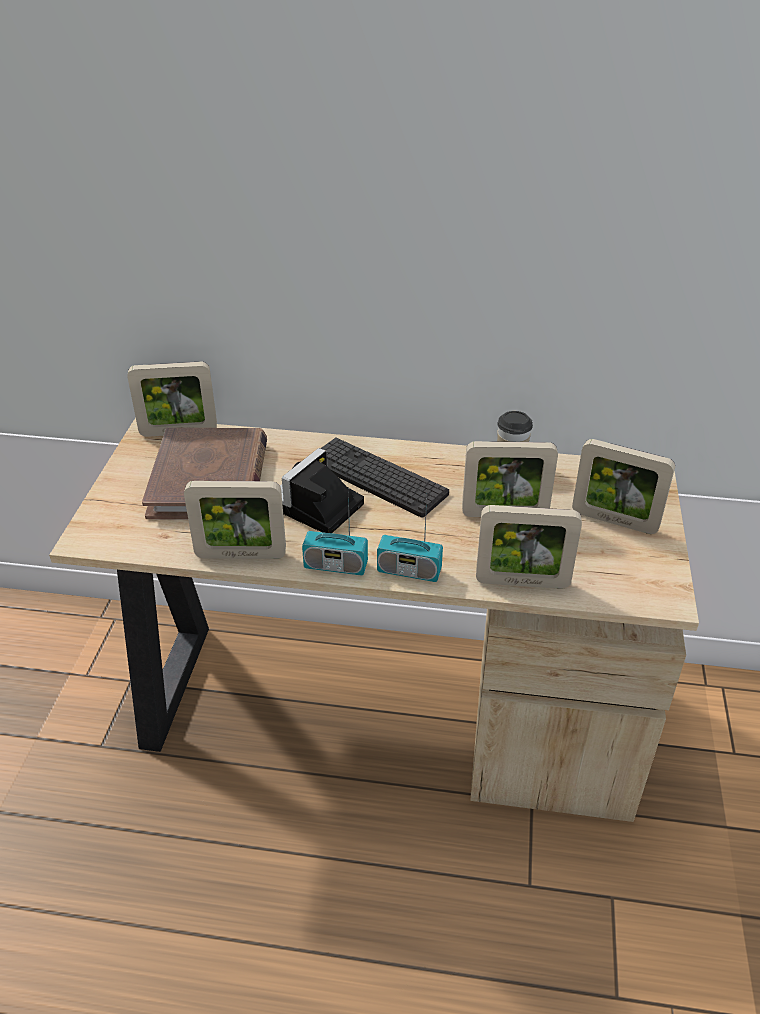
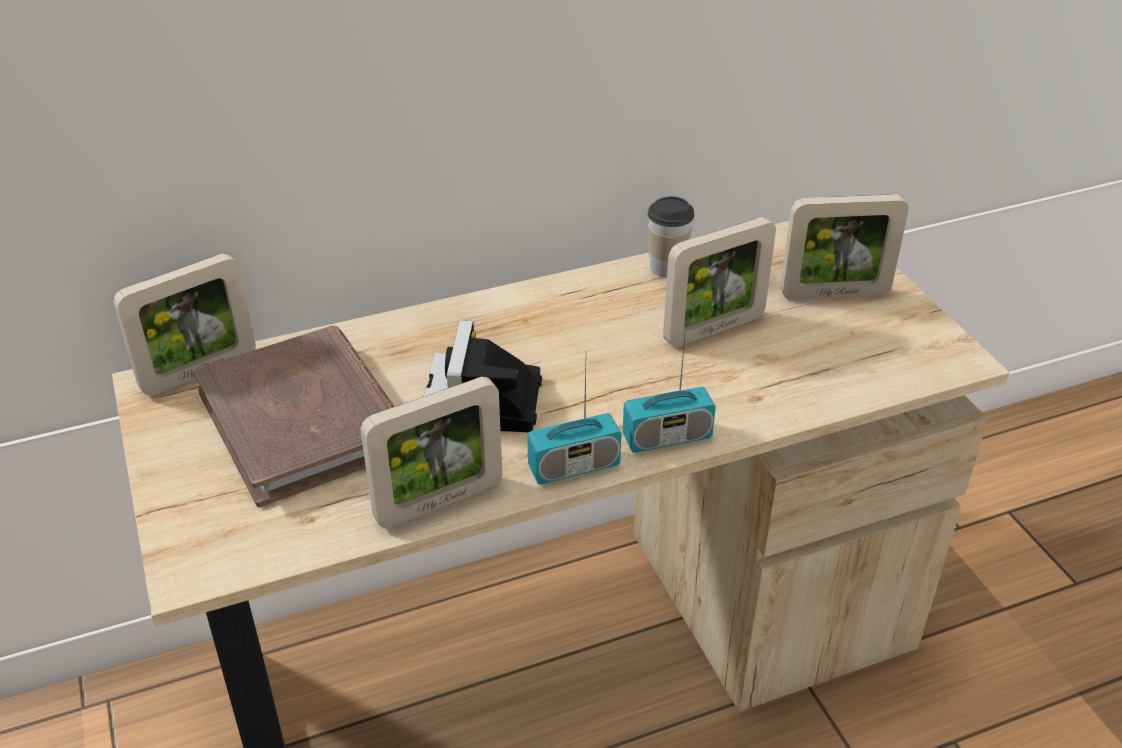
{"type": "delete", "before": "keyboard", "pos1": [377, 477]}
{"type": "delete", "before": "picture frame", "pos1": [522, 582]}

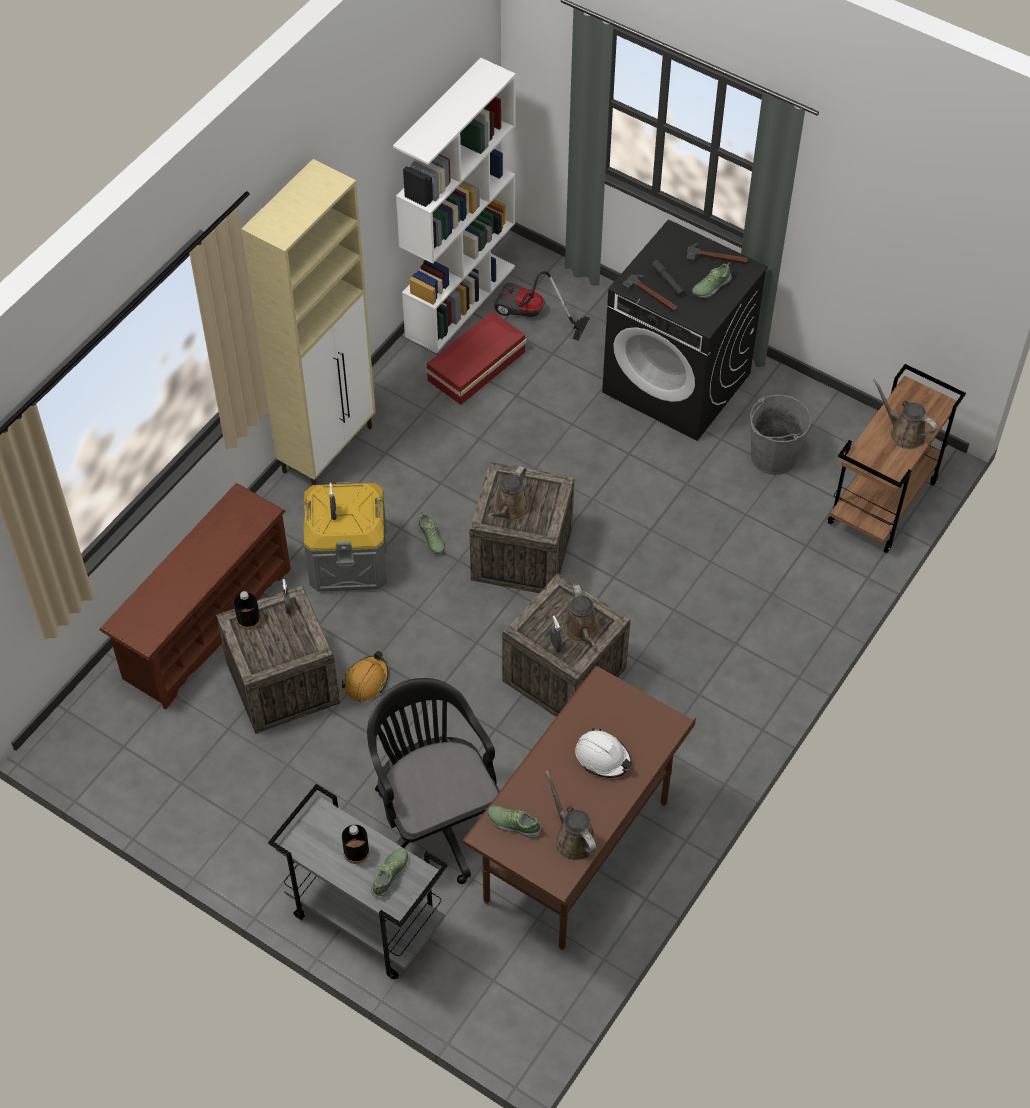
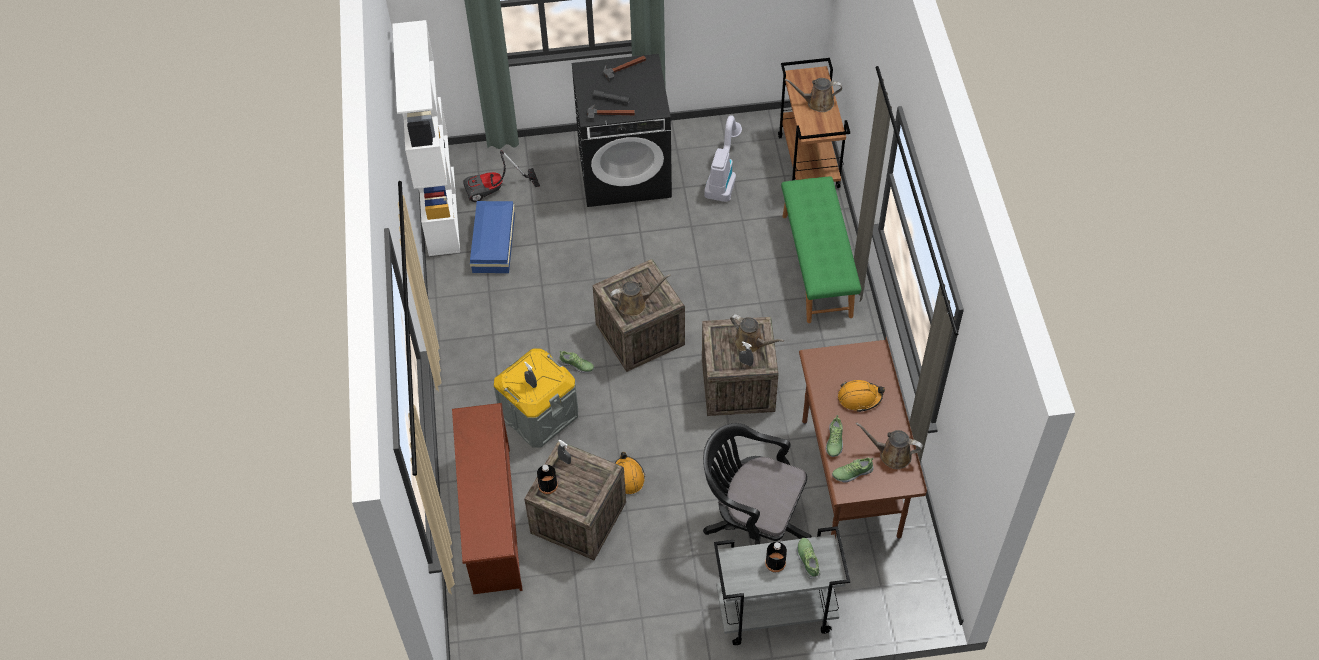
{"type": "recolor", "before": "storage box (red)", "after": "storage box (blue)", "pos1": [474, 366], "pos2": [492, 244]}
{"type": "rotate", "before": "watering can (brown)", "pos1": [510, 509], "pos2": [635, 304], "turn": -90}
{"type": "replace", "before": "bucket (grey)", "after": "vacuum cleaner", "pos1": [773, 456], "pos2": [723, 176]}
{"type": "insert", "after": "bench (green)", "pos2": [817, 265]}
{"type": "move", "before": "shoe", "pos1": [710, 286], "pos2": [834, 441]}
{"type": "recolor", "before": "hard hat (white)", "after": "hard hat (orange)", "pos1": [603, 757], "pos2": [859, 398]}
{"type": "delete", "before": "cabinet (beige)", "pos1": [328, 448]}

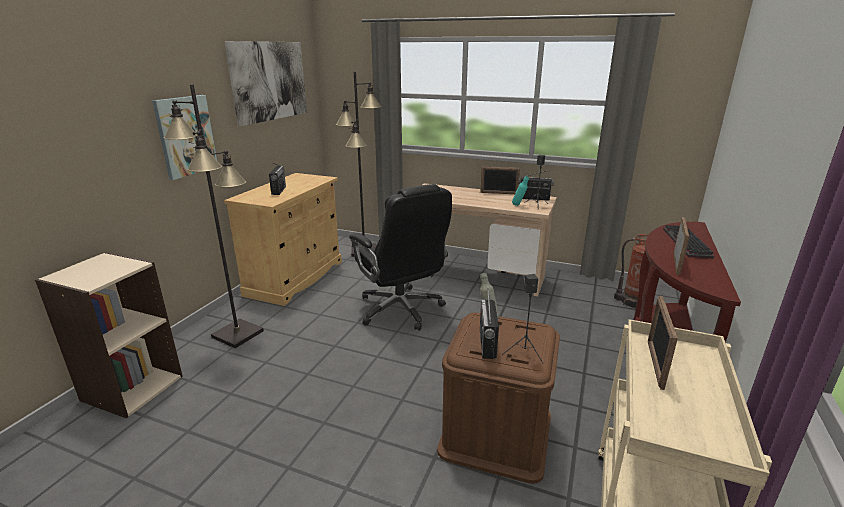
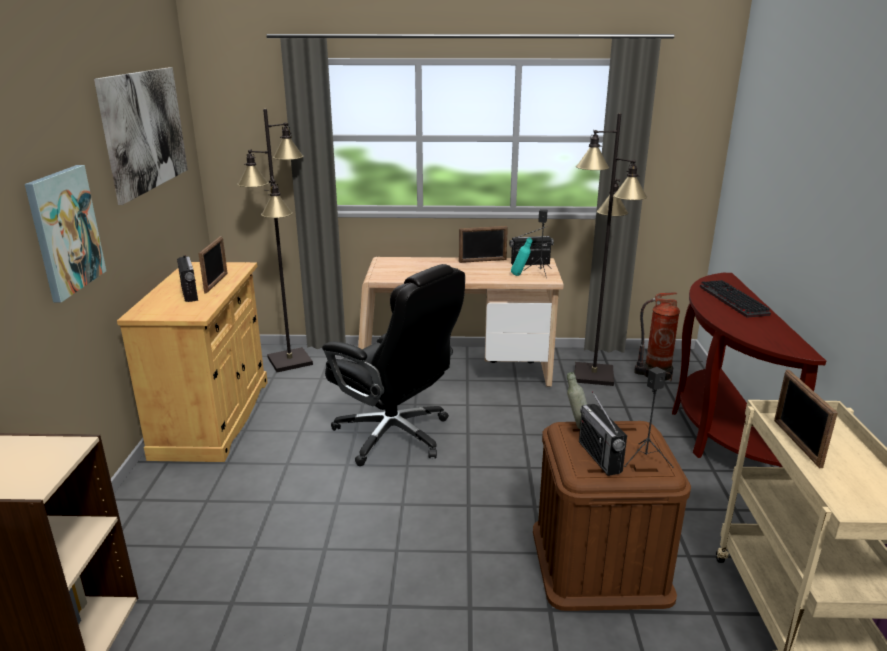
{"type": "move", "before": "picture frame", "pos1": [676, 263], "pos2": [216, 283]}
{"type": "move", "before": "floor lamp (black)", "pos1": [238, 334], "pos2": [593, 375]}

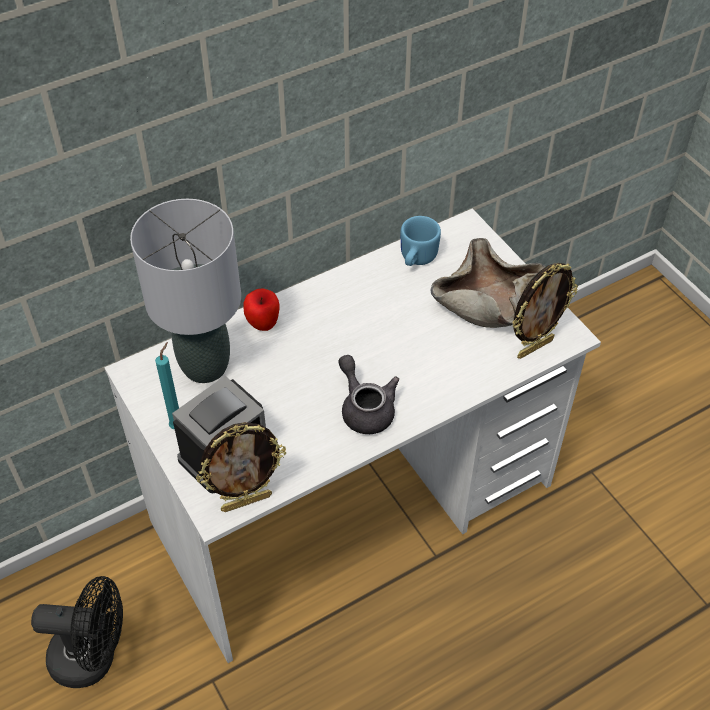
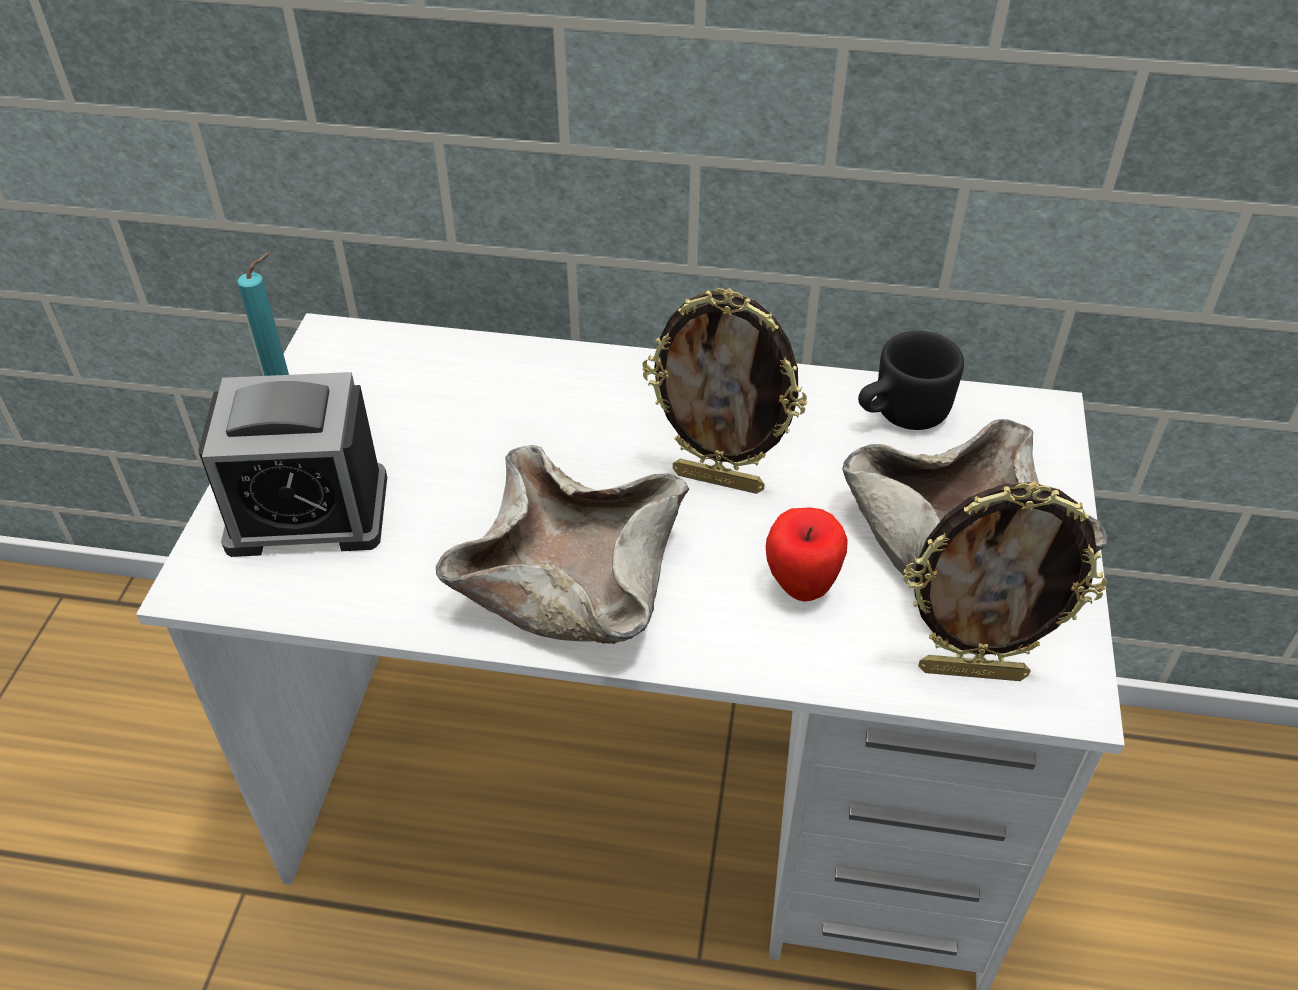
{"type": "replace", "before": "teapot (grey)", "after": "bowl (beige)", "pos1": [365, 408], "pos2": [573, 581]}
{"type": "move", "before": "picture frame", "pos1": [246, 501], "pos2": [719, 480]}
{"type": "move", "before": "apple", "pos1": [263, 325], "pos2": [801, 588]}
{"type": "recolor", "before": "mug (blue)", "after": "mug (black)", "pos1": [416, 259], "pos2": [899, 414]}
{"type": "delete", "before": "fan (black)", "pos1": [93, 657]}
{"type": "delete", "before": "table lamp (grey)", "pos1": [204, 366]}

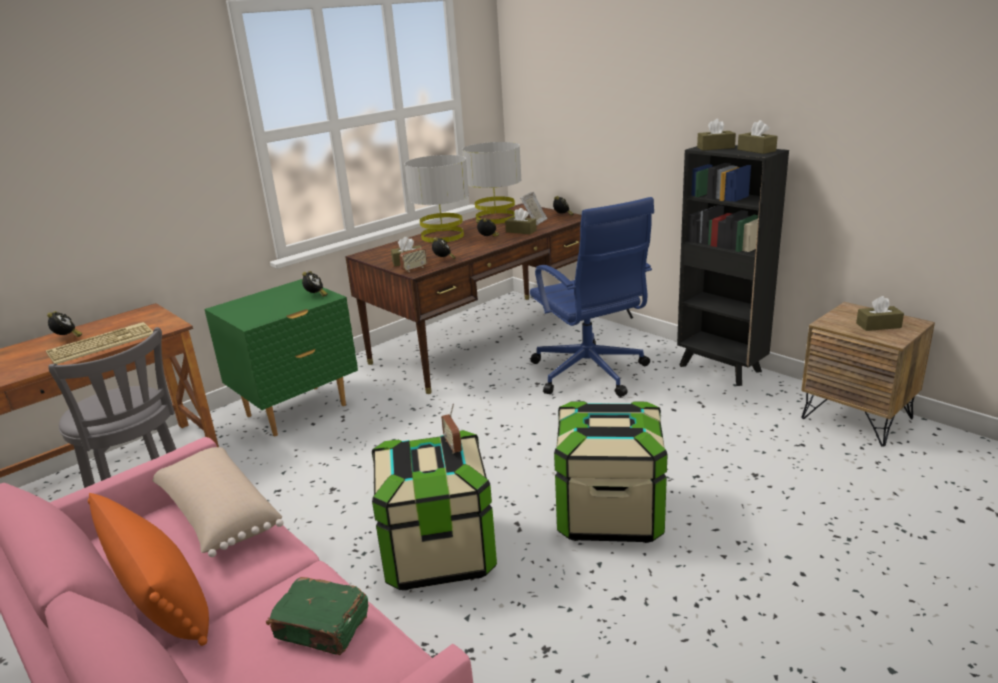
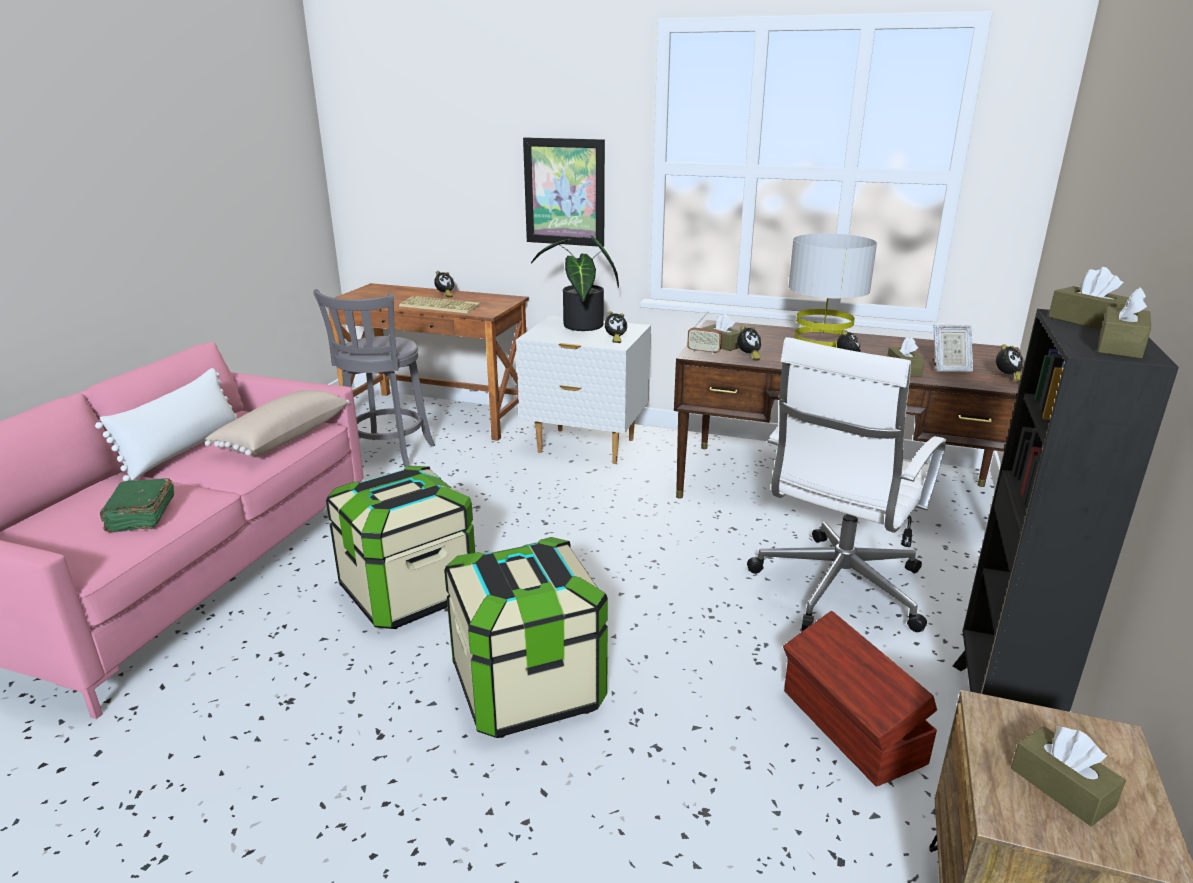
{"type": "recolor", "before": "pillow (orange)", "after": "pillow (white)", "pos1": [159, 594], "pos2": [183, 450]}
{"type": "recolor", "before": "nightstand (green)", "after": "nightstand (white)", "pos1": [297, 411], "pos2": [586, 446]}
{"type": "insert", "after": "picture", "pos2": [564, 192]}
{"type": "insert", "after": "potted plant", "pos2": [580, 327]}
{"type": "recolor", "before": "office chair (blue)", "after": "office chair (white)", "pos1": [590, 374], "pos2": [836, 589]}
{"type": "insert", "after": "storage box (brown)", "pos2": [851, 727]}
{"type": "delete", "before": "radio", "pos1": [453, 446]}
{"type": "delete", "before": "table lamp (grey)", "pos1": [495, 218]}

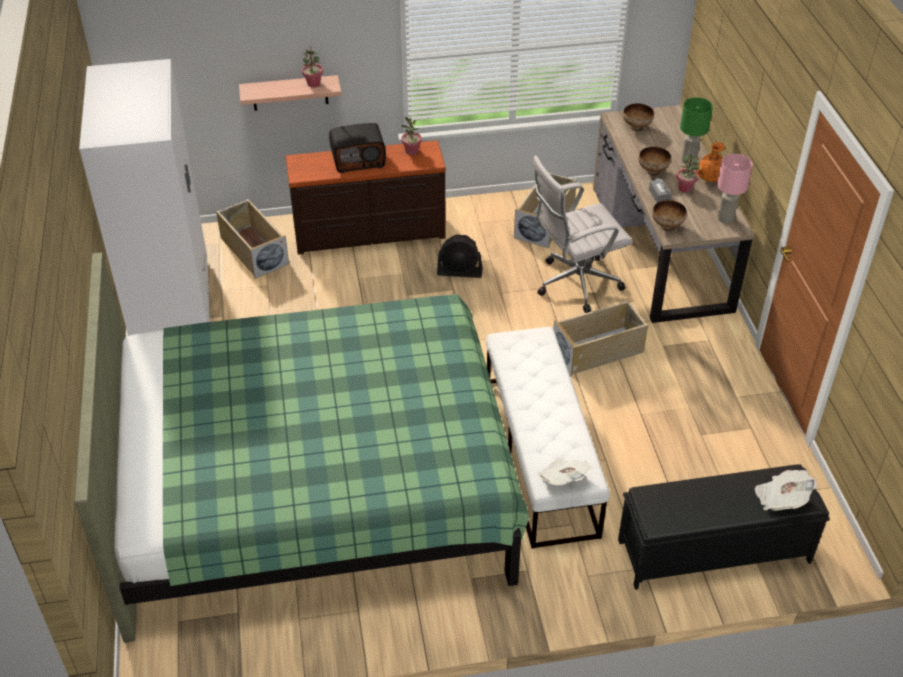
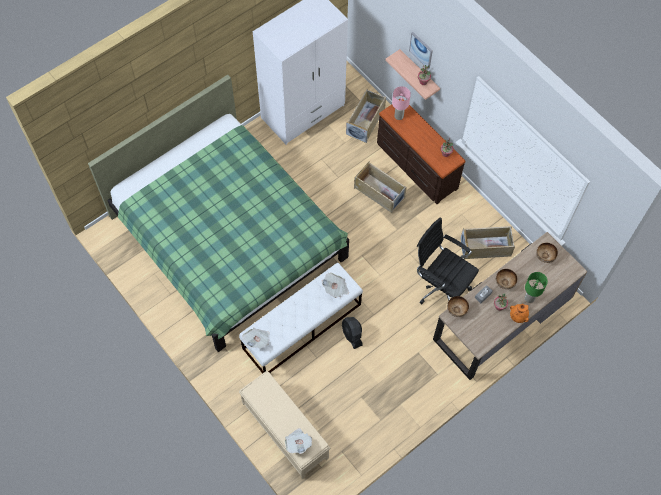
{"type": "recolor", "before": "bench (black)", "after": "bench (beige)", "pos1": [712, 551], "pos2": [284, 430]}
{"type": "insert", "after": "newspaper", "pos2": [335, 289]}
{"type": "move", "before": "fan (black)", "pos1": [460, 272], "pos2": [352, 335]}
{"type": "move", "before": "storage box (beige)", "pos1": [598, 351], "pos2": [380, 193]}
{"type": "move", "before": "table lamp (pink)", "pos1": [725, 218], "pos2": [399, 116]}
{"type": "insert", "after": "picture", "pos2": [421, 50]}
{"type": "recolor", "before": "office chair (white)", "after": "office chair (black)", "pos1": [574, 284], "pos2": [440, 286]}
{"type": "delete", "before": "radio", "pos1": [358, 160]}

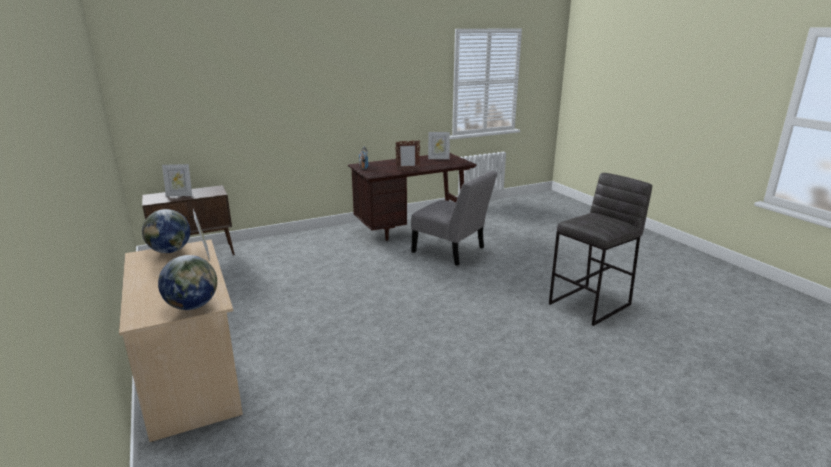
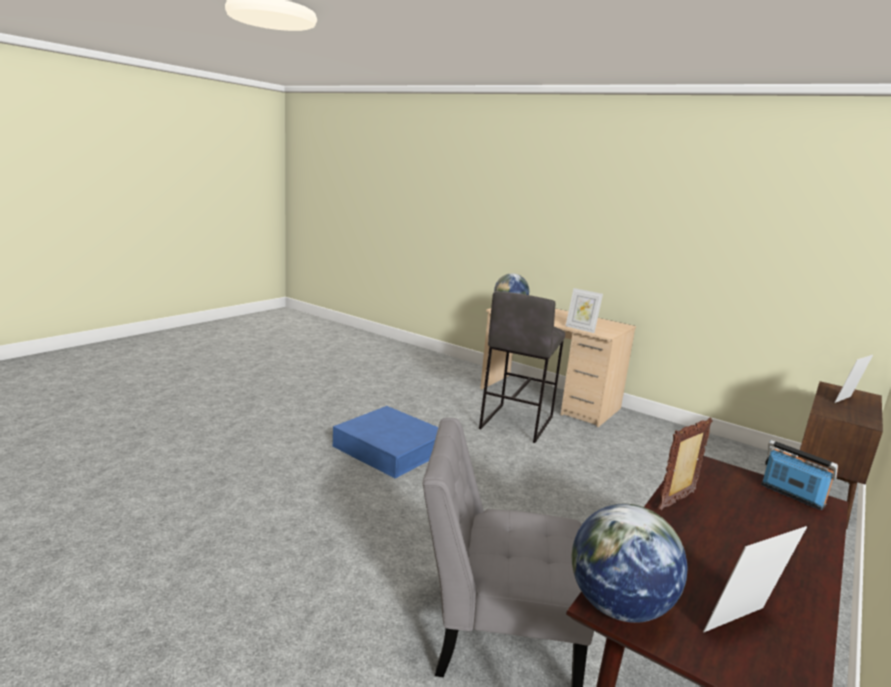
{"type": "insert", "after": "storage box (blue)", "pos2": [390, 448]}
{"type": "move", "before": "stool (grey)", "pos1": [591, 304], "pos2": [515, 422]}
{"type": "move", "before": "globe", "pos1": [170, 251], "pos2": [618, 606]}

